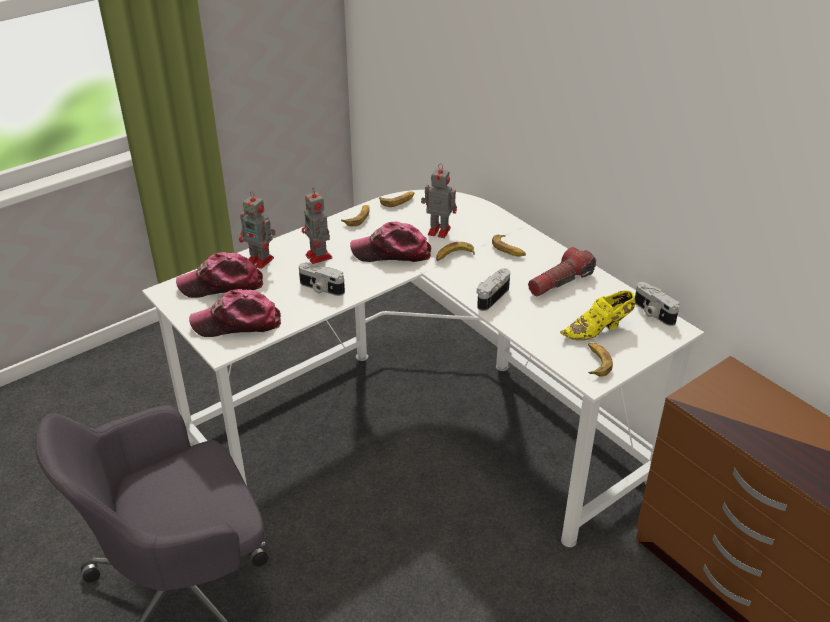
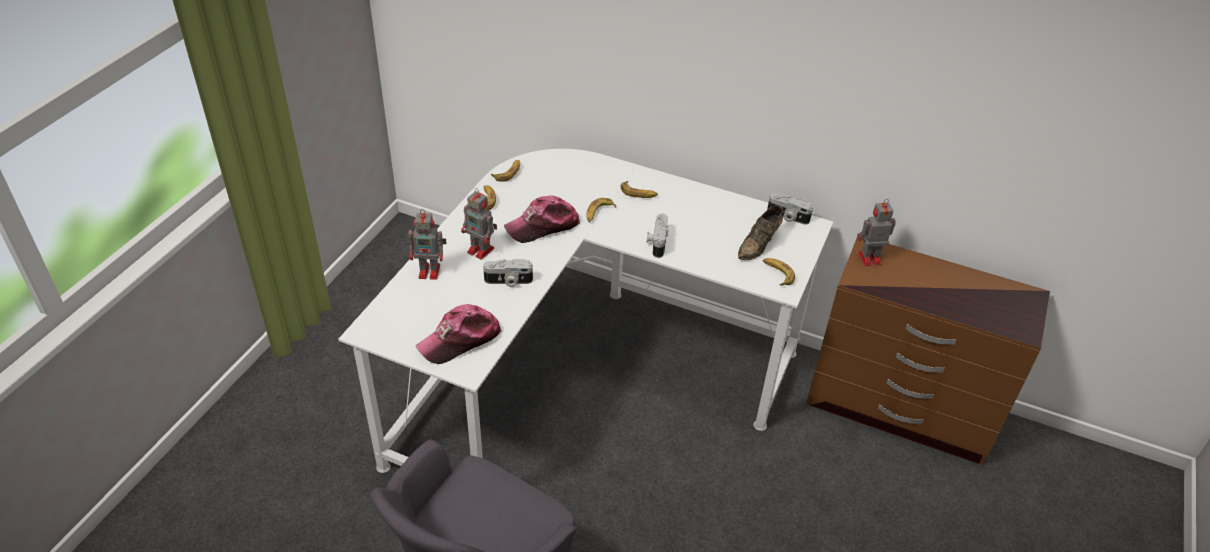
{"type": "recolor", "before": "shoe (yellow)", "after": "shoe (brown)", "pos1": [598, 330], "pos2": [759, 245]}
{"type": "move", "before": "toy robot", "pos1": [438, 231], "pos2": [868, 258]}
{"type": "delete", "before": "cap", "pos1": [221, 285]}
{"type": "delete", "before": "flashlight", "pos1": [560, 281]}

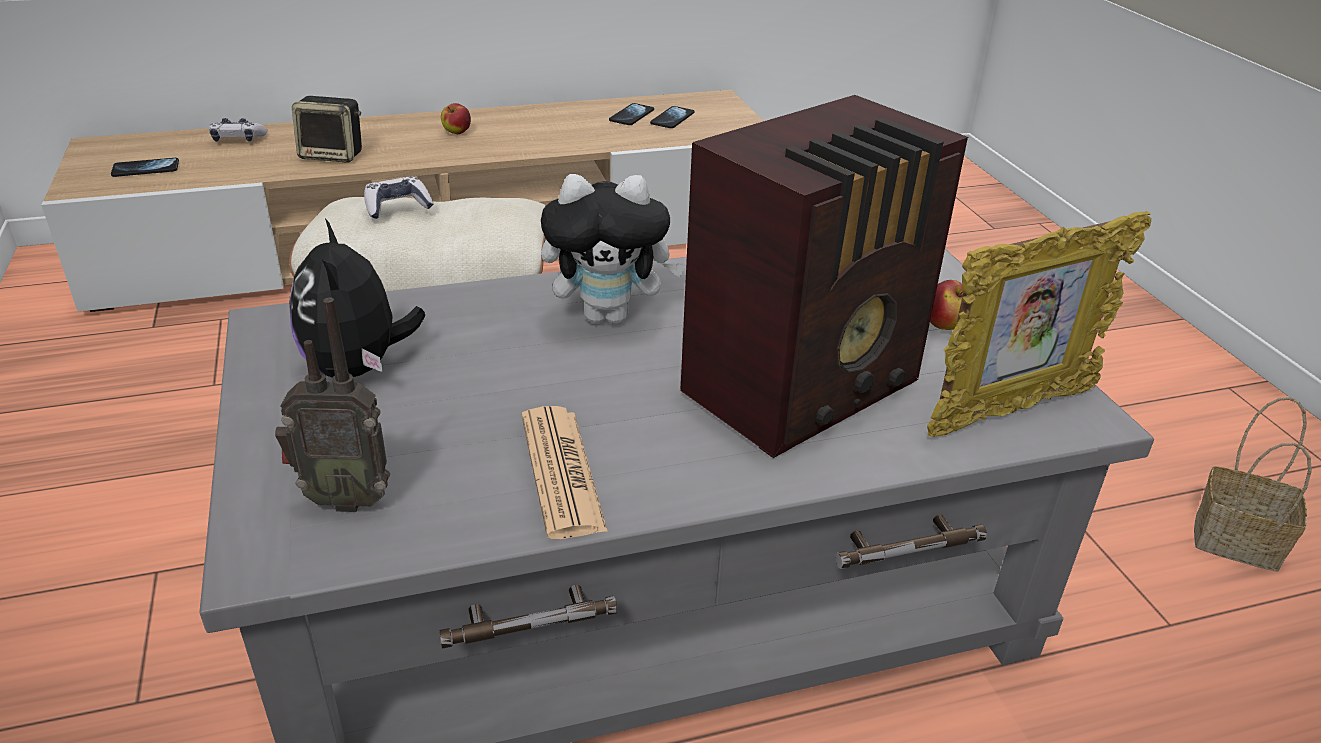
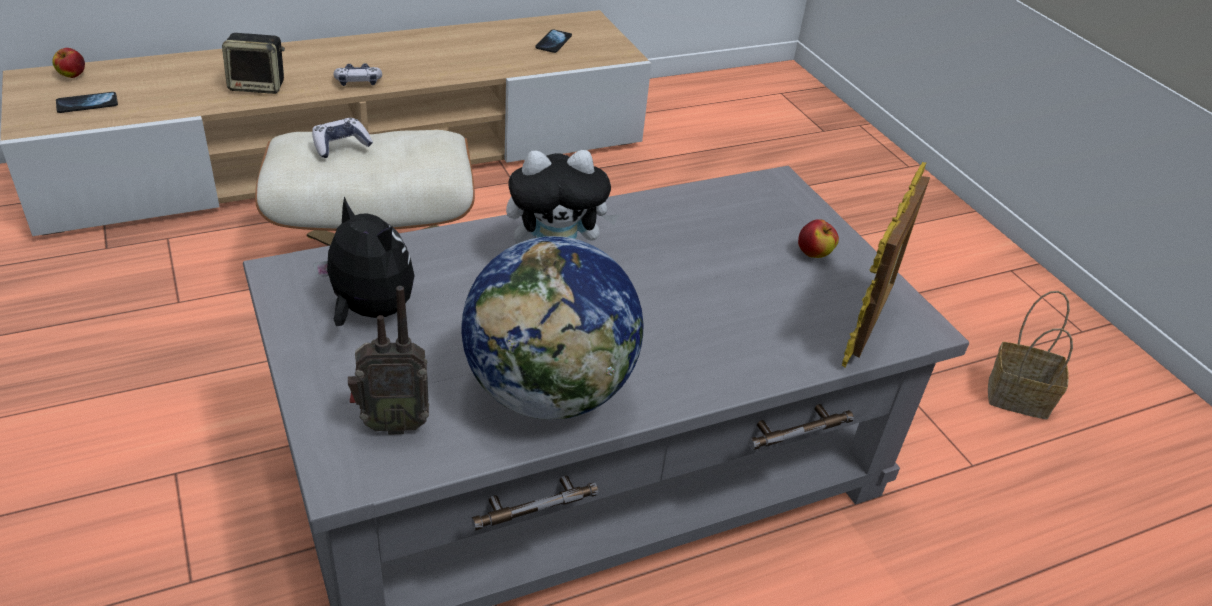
{"type": "move", "before": "apple", "pos1": [457, 133], "pos2": [72, 76]}
{"type": "rotate", "before": "plush toy", "pos1": [358, 368], "pos2": [368, 311], "turn": 150}
{"type": "move", "before": "game controller", "pos1": [238, 139], "pos2": [358, 82]}
{"type": "replace", "before": "newspaper", "after": "globe", "pos1": [561, 472], "pos2": [550, 392]}
{"type": "rotate", "before": "picture frame", "pos1": [1010, 411], "pos2": [868, 325], "turn": 150}
{"type": "delete", "before": "phone", "pos1": [631, 116]}
{"type": "delete", "before": "radio", "pos1": [807, 389]}

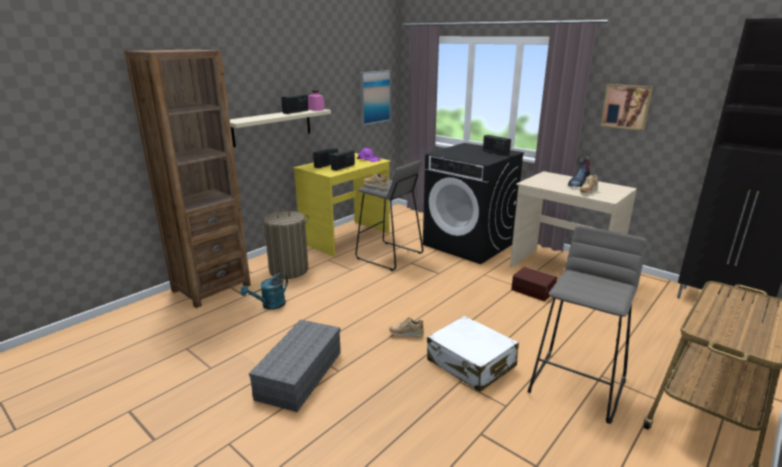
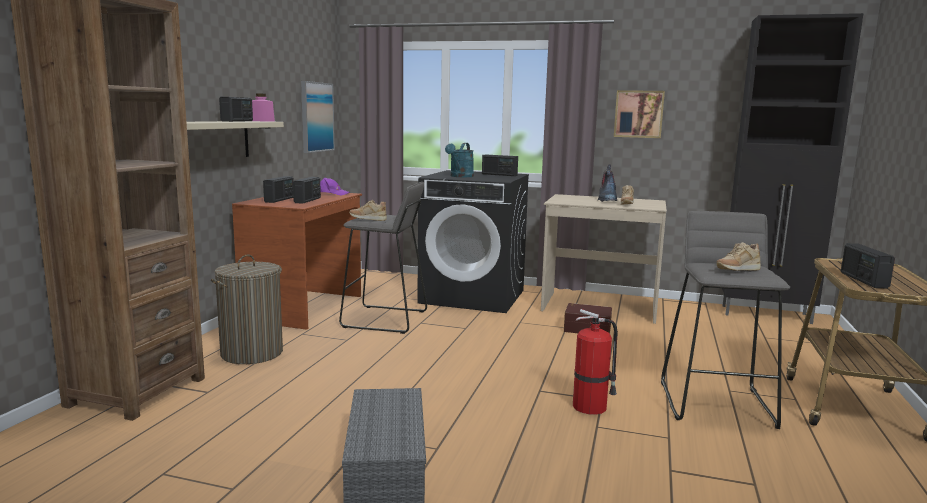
{"type": "recolor", "before": "desk (yellow)", "after": "desk (brown)", "pos1": [346, 238], "pos2": [305, 308]}
{"type": "move", "before": "watering can (turquoise)", "pos1": [270, 305], "pos2": [460, 176]}
{"type": "replace", "before": "suitcase (white)", "after": "fire extinguisher", "pos1": [471, 363], "pos2": [591, 407]}
{"type": "move", "before": "shoe (beige)", "pos1": [406, 335], "pos2": [736, 271]}
{"type": "insert", "after": "radio", "pos2": [863, 280]}

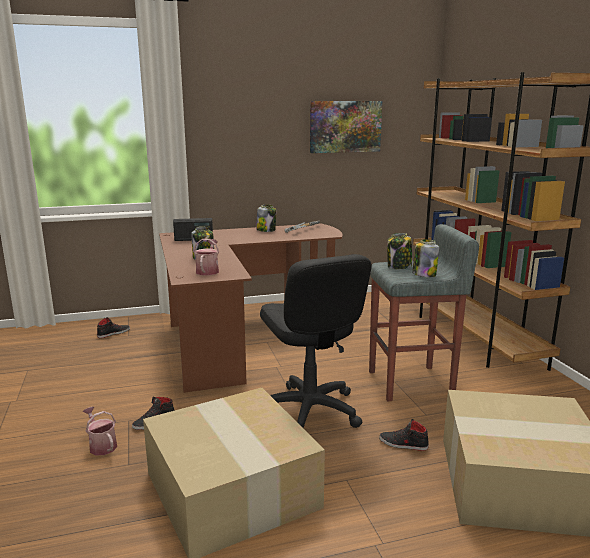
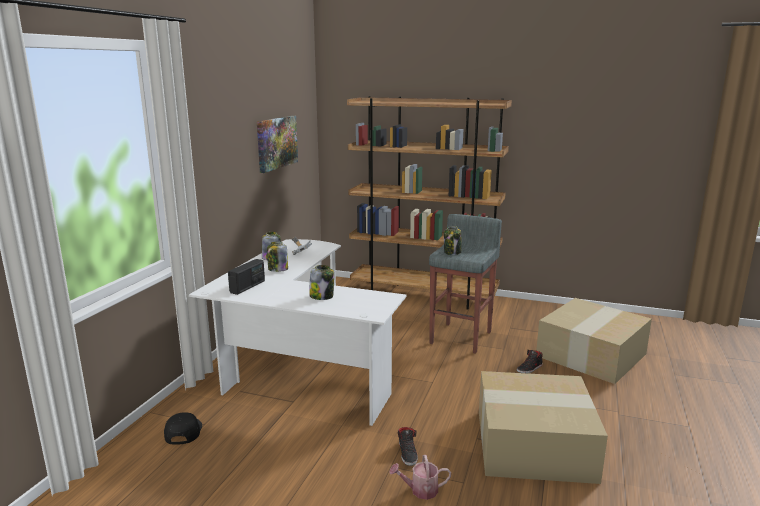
{"type": "replace", "before": "shoe (black)", "after": "cap (black)", "pos1": [113, 333], "pos2": [183, 432]}
{"type": "recolor", "before": "desk (brown)", "after": "desk (white)", "pos1": [240, 335], "pos2": [297, 368]}
{"type": "move", "before": "jar", "pos1": [424, 274], "pos2": [277, 269]}
{"type": "delete", "before": "watering can", "pos1": [208, 270]}
{"type": "delete", "before": "office chair (black)", "pos1": [309, 411]}

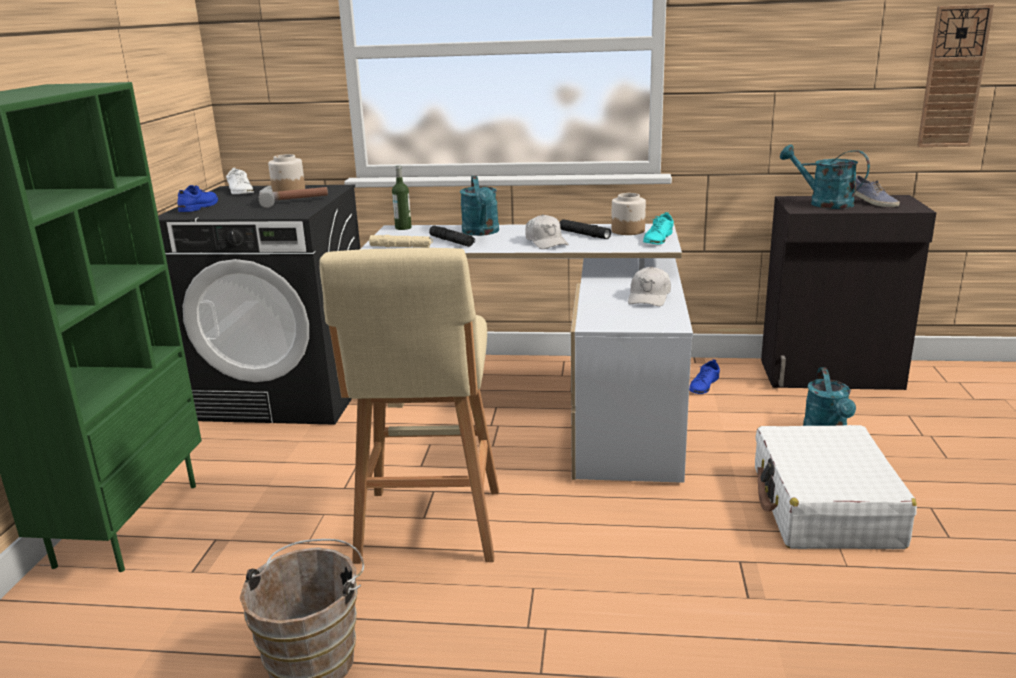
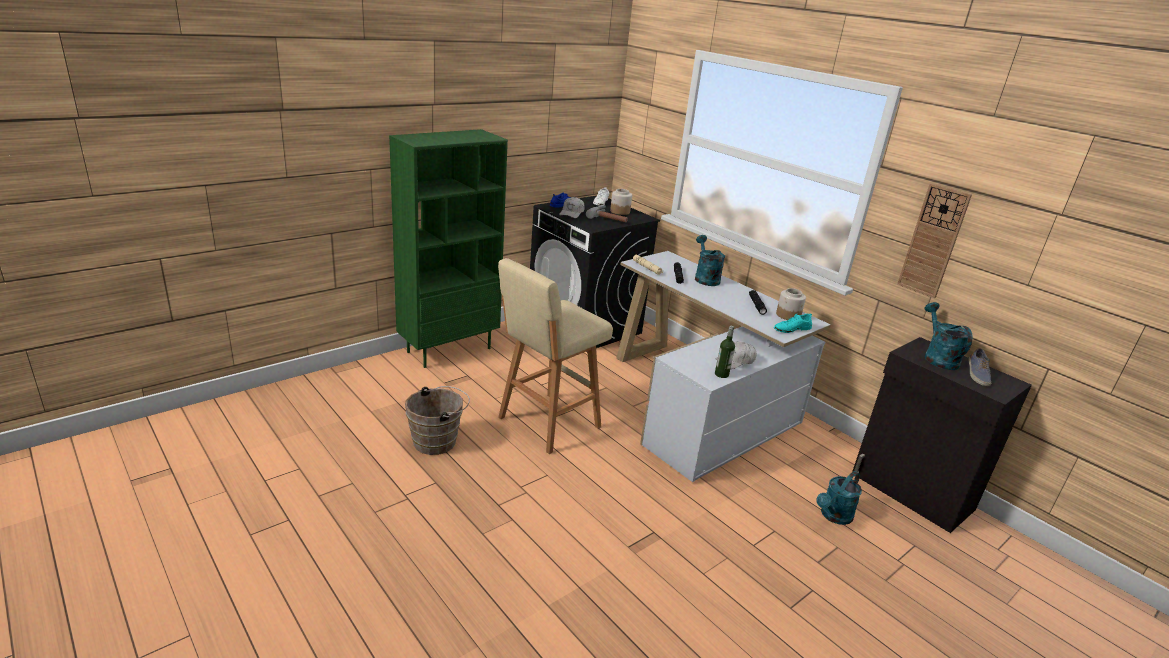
{"type": "move", "before": "cap (white)", "pos1": [546, 242], "pos2": [572, 213]}
{"type": "rotate", "before": "watering can (turquoise)", "pos1": [482, 232], "pos2": [705, 278], "turn": 135}
{"type": "move", "before": "bottle", "pos1": [403, 228], "pos2": [721, 374]}
{"type": "move", "before": "wall clock", "pos1": [953, 77], "pos2": [933, 241]}
{"type": "delete", "before": "shoe (blue)", "pos1": [704, 385]}
{"type": "delete", "before": "suitcase (white)", "pos1": [824, 507]}

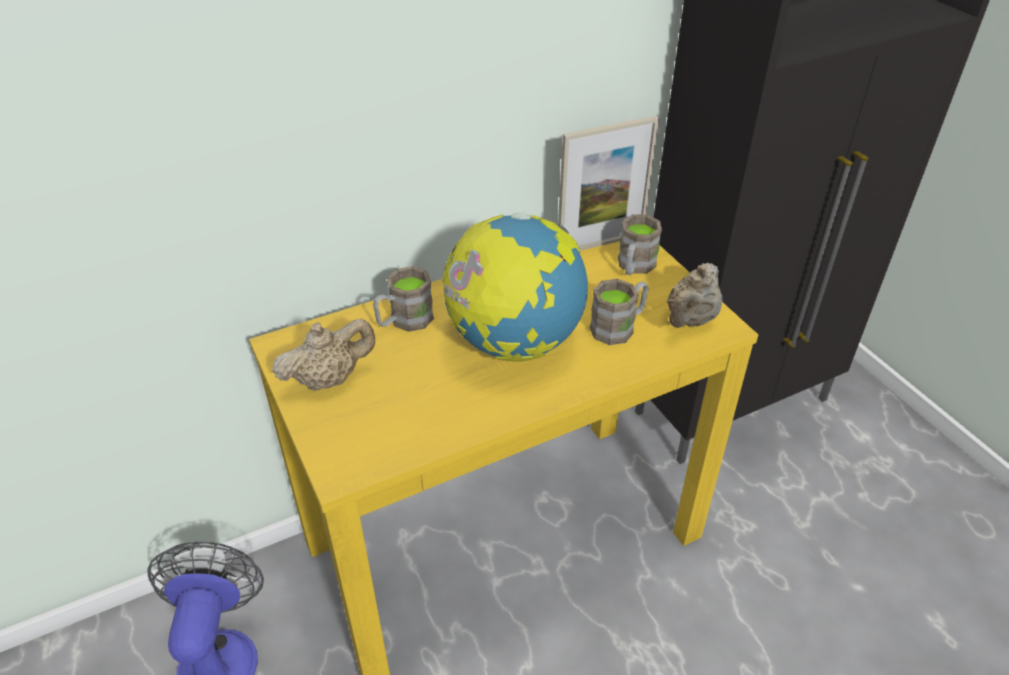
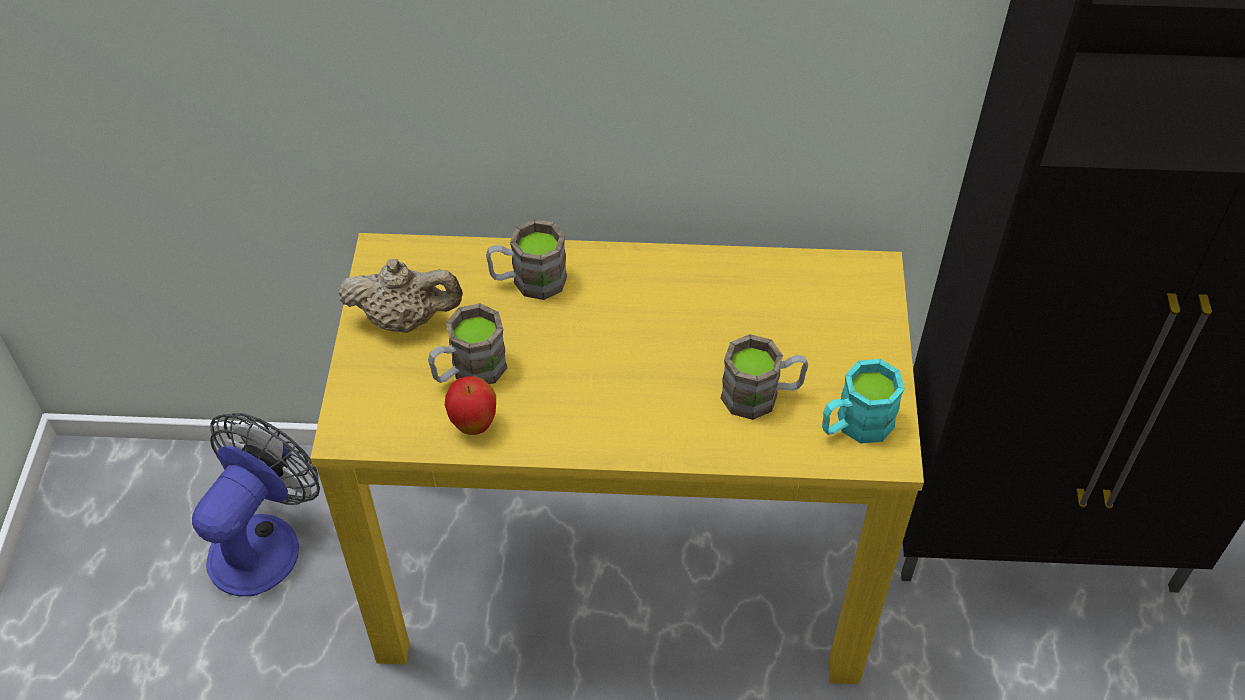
{"type": "move", "before": "mug (brown)", "pos1": [634, 267], "pos2": [468, 371]}
{"type": "insert", "after": "apple", "pos2": [474, 424]}
{"type": "replace", "before": "teapot (beige)", "after": "mug (turquoise)", "pos1": [690, 320], "pos2": [854, 425]}
{"type": "delete", "before": "globe", "pos1": [513, 342]}
{"type": "delete", "before": "picture frame", "pos1": [600, 243]}

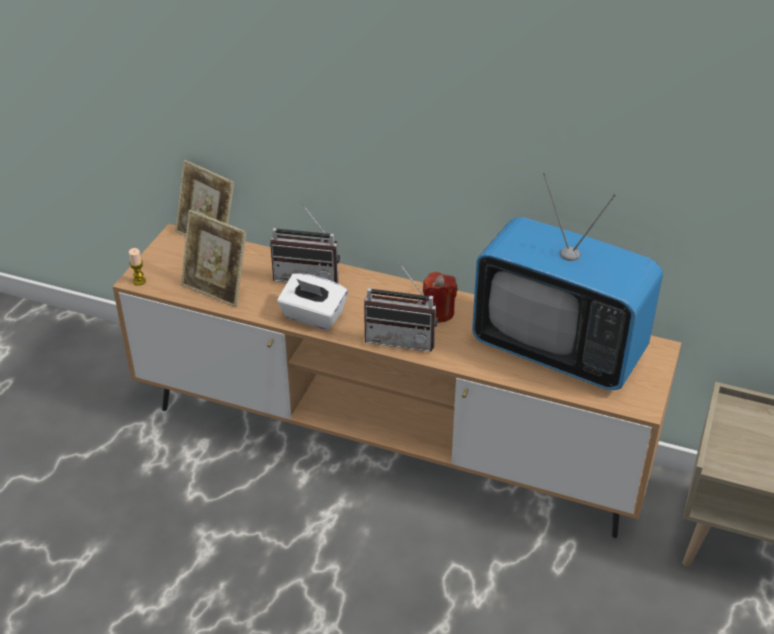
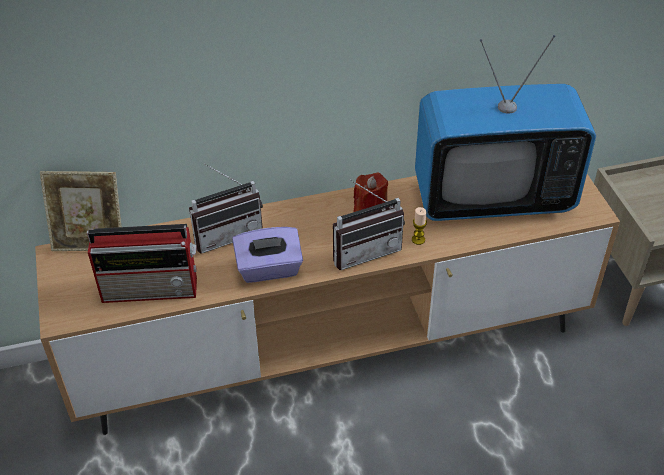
{"type": "replace", "before": "picture frame", "after": "radio", "pos1": [216, 289], "pos2": [152, 288]}
{"type": "recolor", "before": "tissue box (white)", "after": "tissue box (purple)", "pos1": [313, 316], "pos2": [269, 269]}
{"type": "move", "before": "candle", "pos1": [139, 281], "pos2": [418, 240]}

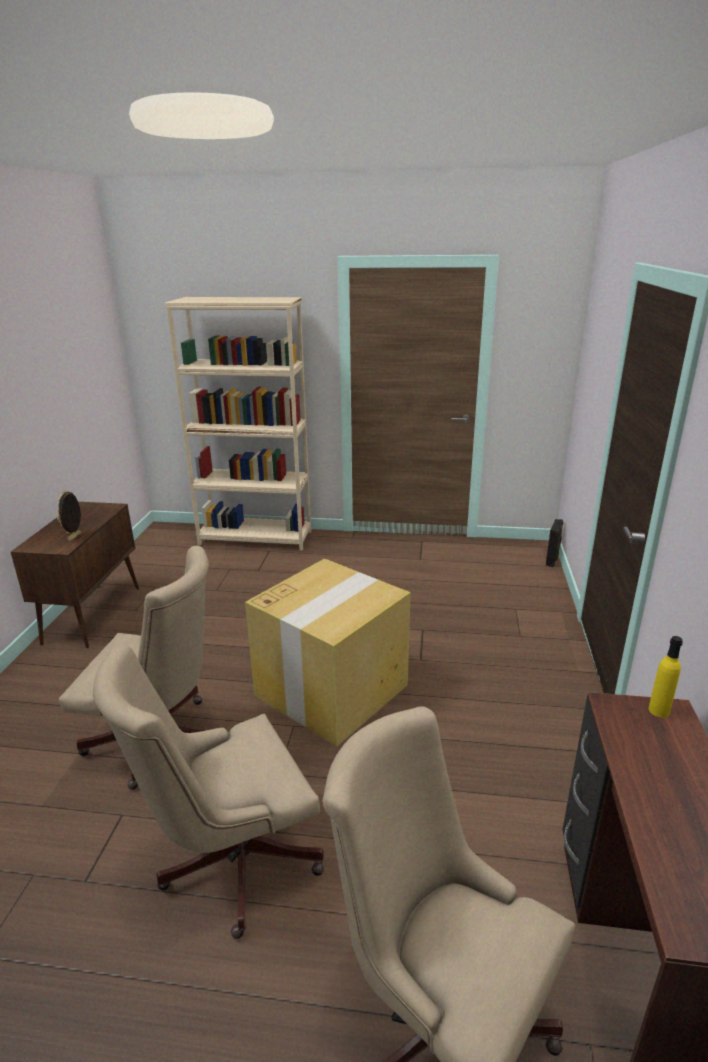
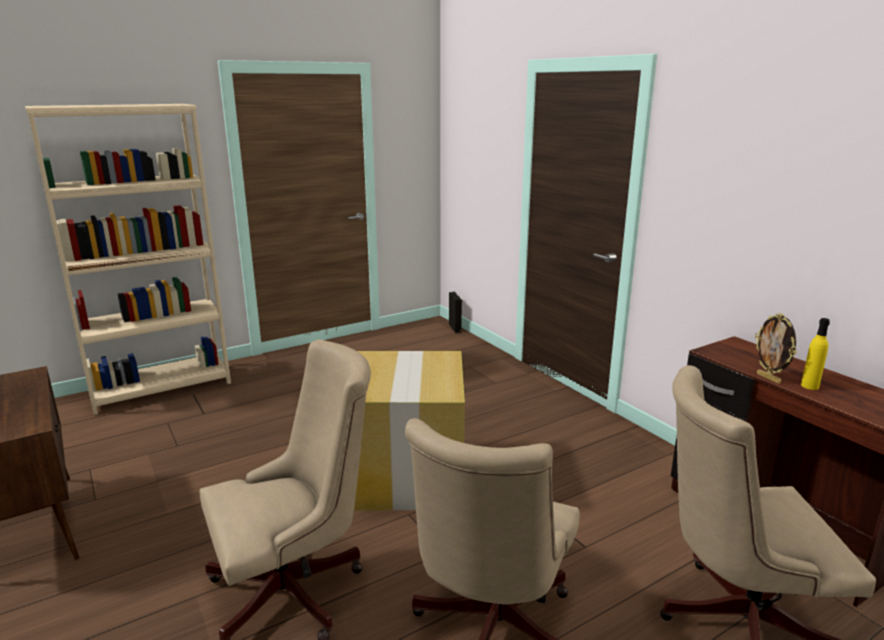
{"type": "move", "before": "picture frame", "pos1": [75, 537], "pos2": [769, 378]}
{"type": "move", "before": "bottle (yellow)", "pos1": [658, 710], "pos2": [809, 386]}

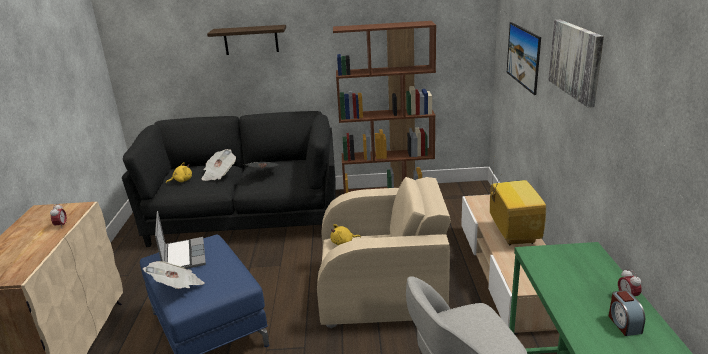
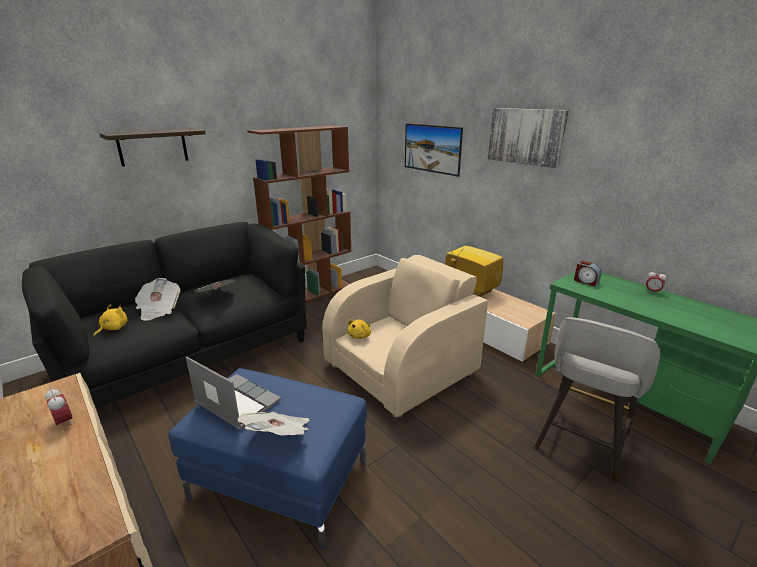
{"type": "move", "before": "alarm clock", "pos1": [624, 324], "pos2": [585, 281]}

